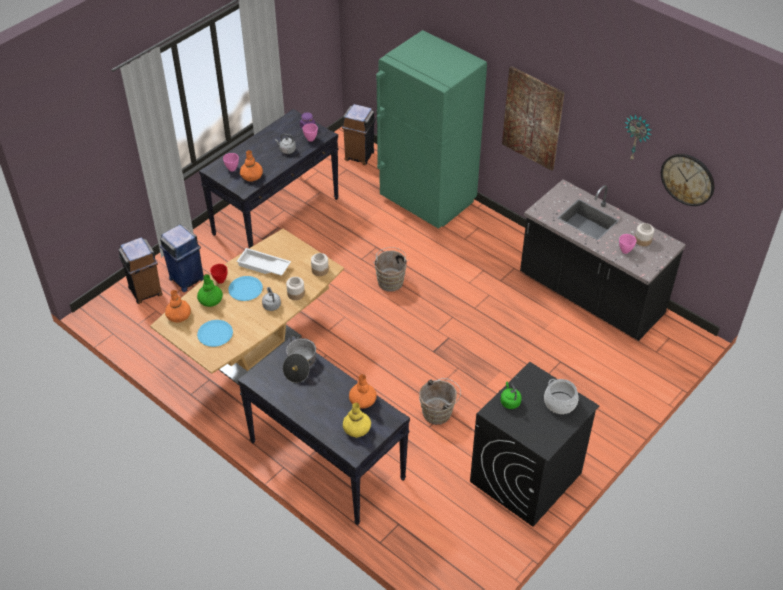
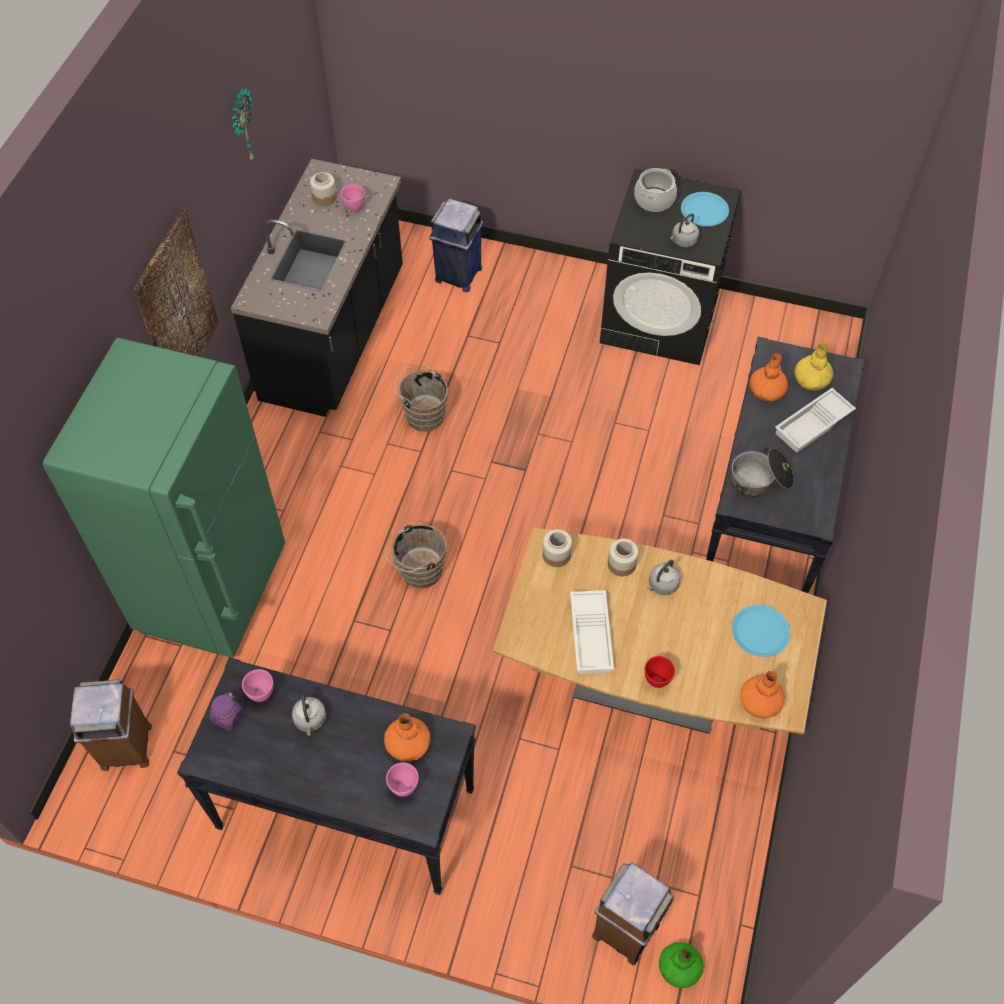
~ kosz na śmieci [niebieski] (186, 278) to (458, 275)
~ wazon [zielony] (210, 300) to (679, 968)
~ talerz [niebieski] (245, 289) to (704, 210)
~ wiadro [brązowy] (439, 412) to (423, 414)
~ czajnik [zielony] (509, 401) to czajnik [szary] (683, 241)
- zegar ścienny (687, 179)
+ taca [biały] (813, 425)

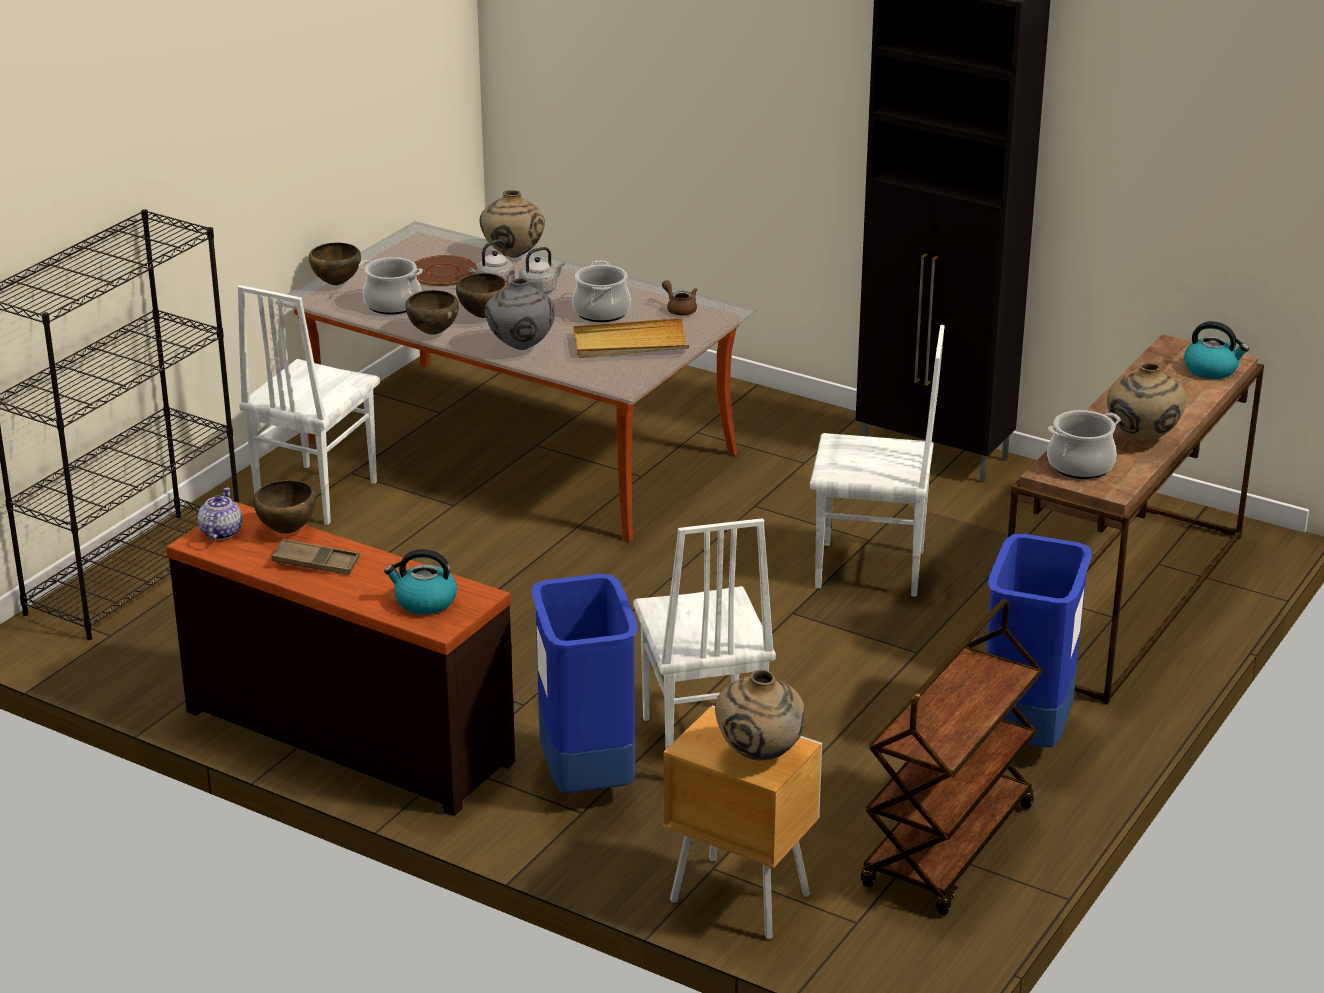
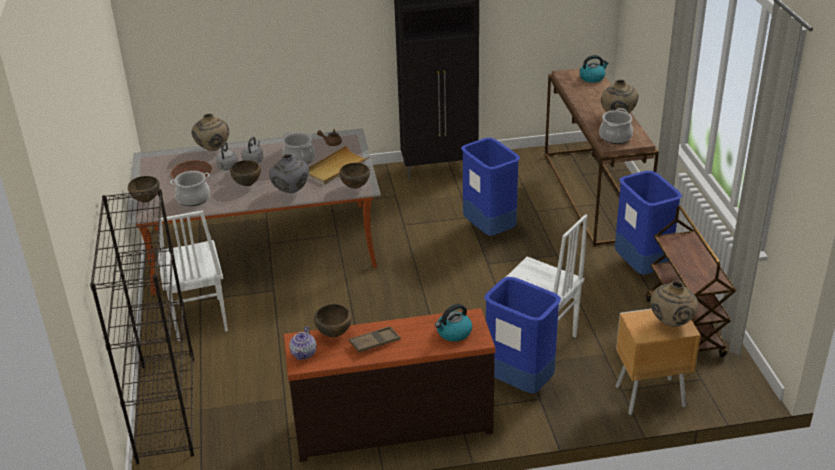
~ imbryk (220, 533) = (304, 353) 135 degrees counterclockwise
~ miska [brązowy] (433, 332) to (355, 187)
~ krzesło [biały] (870, 570) to kosz na śmieci [niebieski] (489, 229)

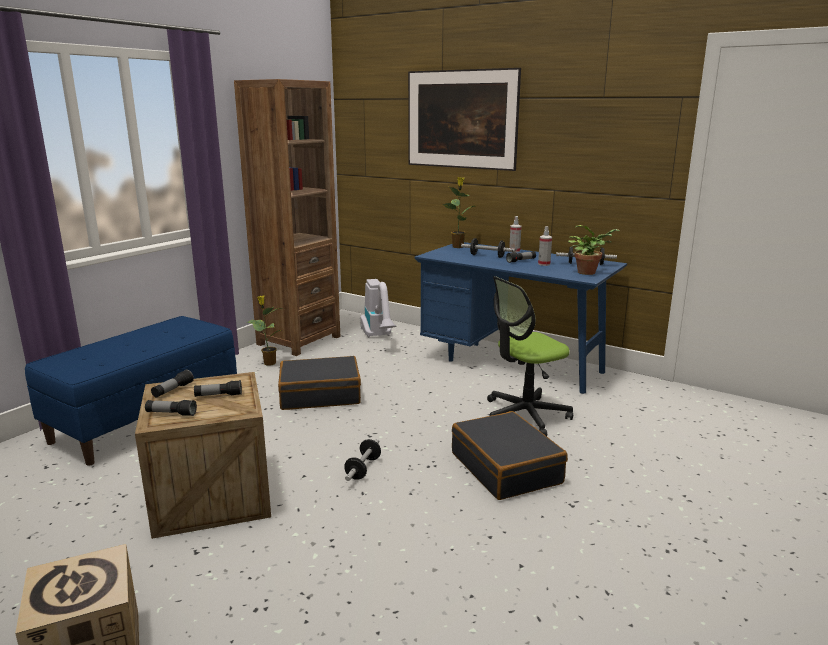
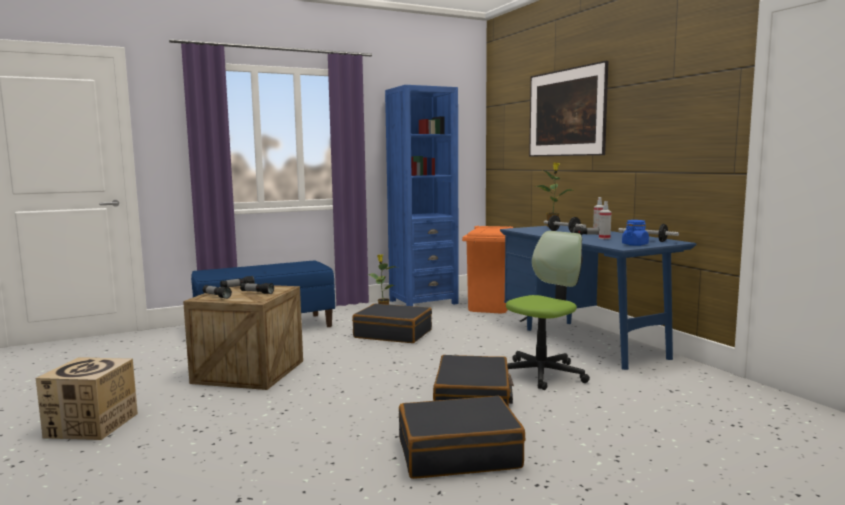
~ regał [brązowy] (298, 340) to regał [niebieski] (423, 302)
- hantel (363, 469)
~ odkurzacz (379, 337) to kosz na śmieci [pomarańczowy] (489, 307)
~ krzesło biurowe (525, 415) = (542, 374) 135 degrees clockwise
~ roślina doniczkowa (588, 272) to słoik [niebieski] (635, 244)
+ walizka [czarny] (458, 453)

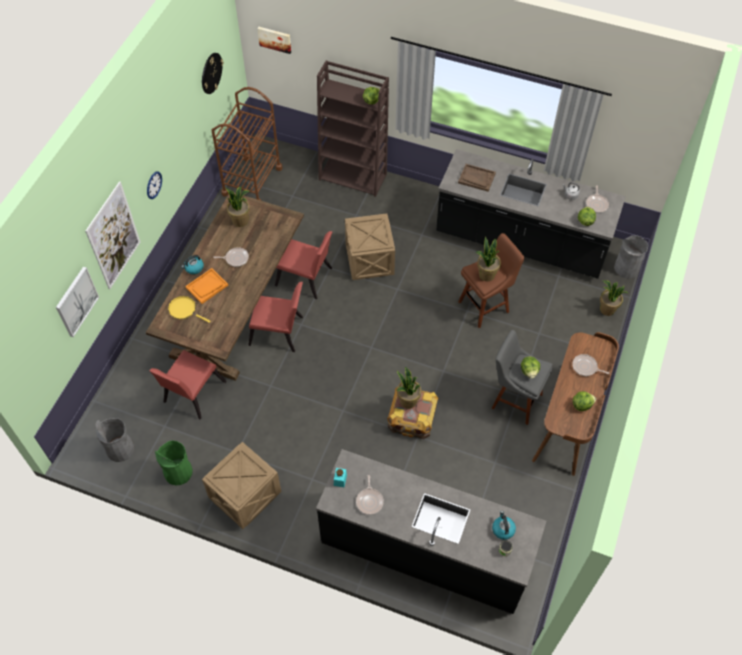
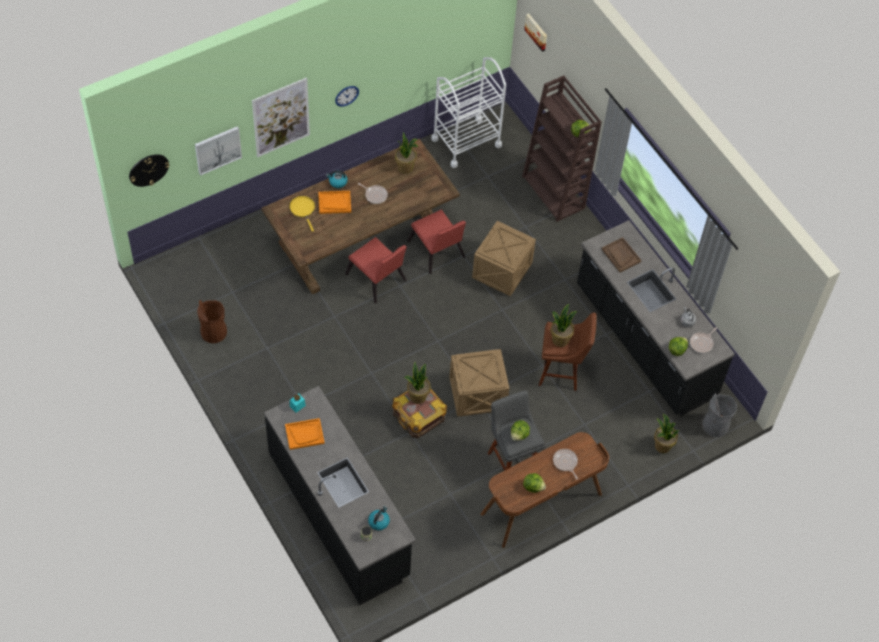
- kosz na śmieci [szary] (120, 449)
- krzesło [czerwony] (192, 394)
~ kosz na śmieci [zielony] (178, 472) to kosz na śmieci [brązowy] (213, 332)
~ zegar ścienny (211, 73) to (148, 169)
~ skrzynka (244, 496) to (476, 394)
~ wózek [brązowy] (252, 181) to wózek [biały] (466, 142)
~ patelnia (369, 501) to taca [pomarańczowy] (304, 434)

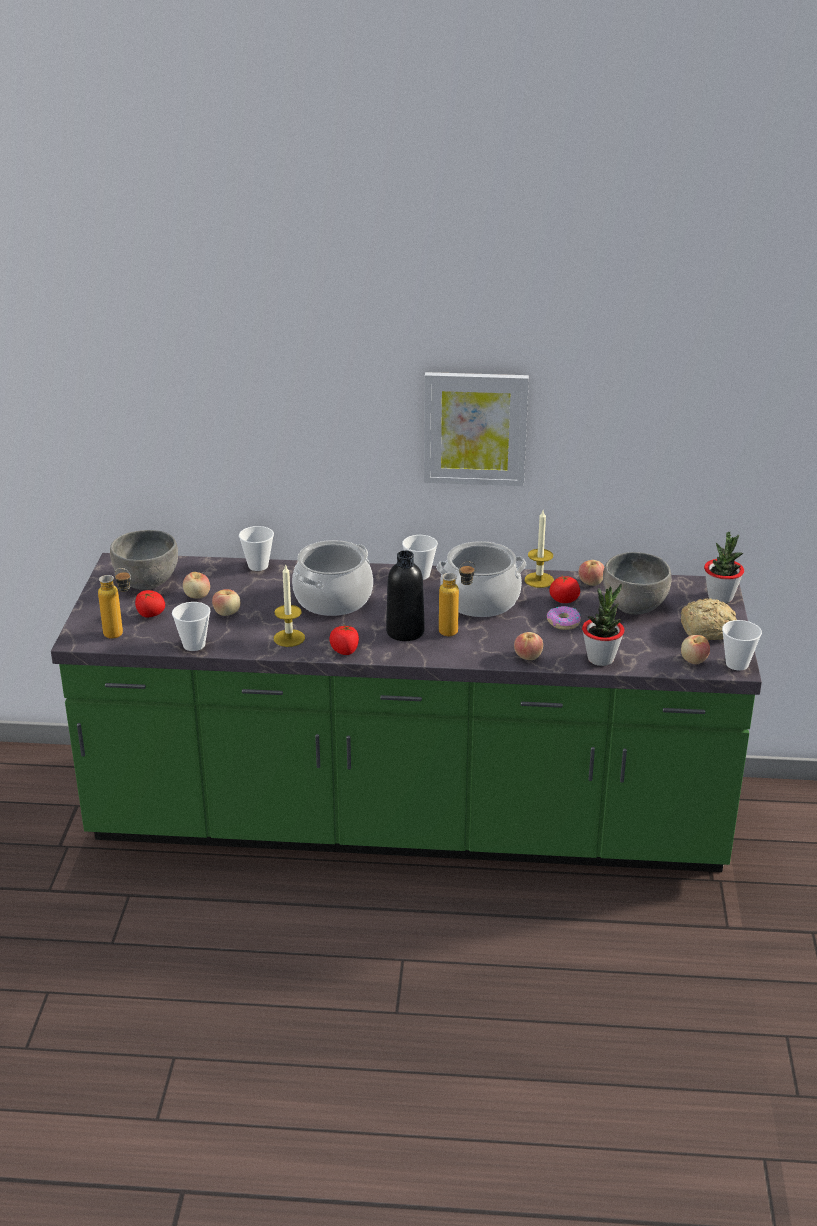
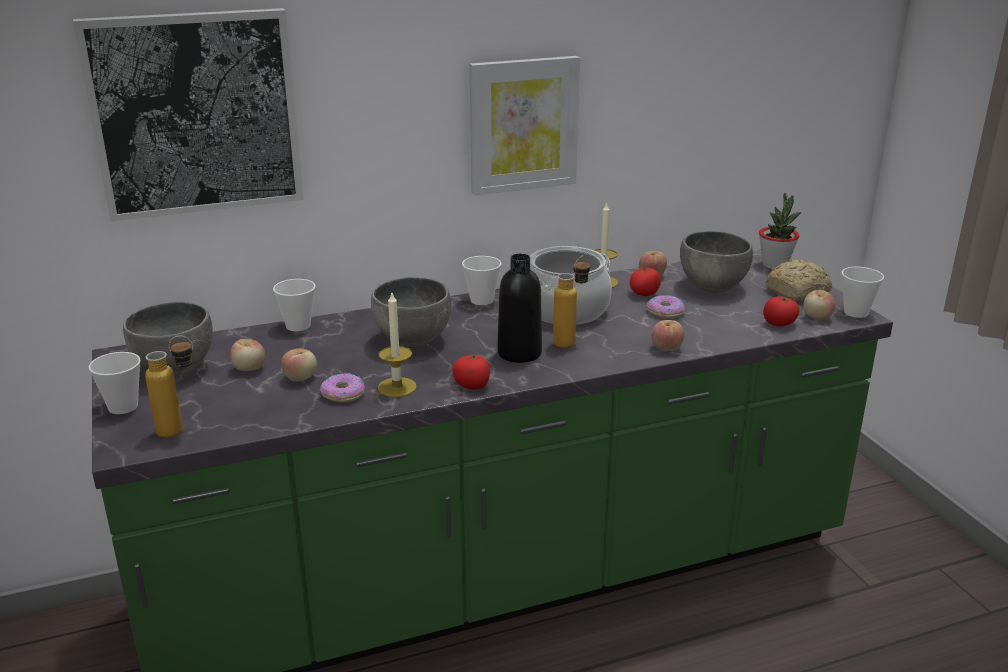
~ pomidor (150, 614) to (779, 324)
~ filiżanka (194, 645) to (123, 407)
~ garnek (333, 599) to miska [szary] (412, 340)
- roślina doniczkowa (601, 658)
+ obraz (195, 114)
+ donut (343, 394)

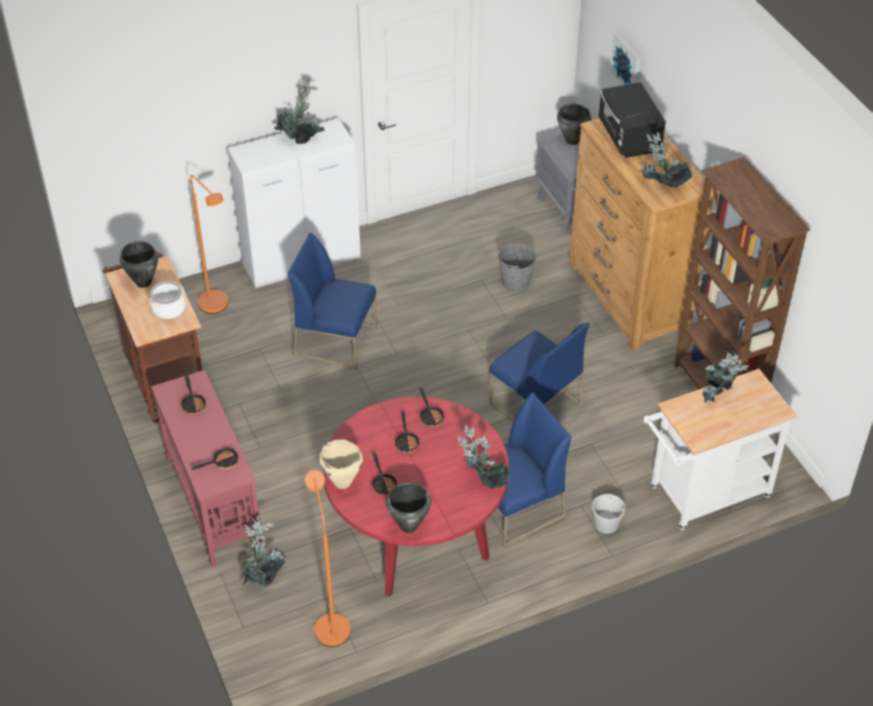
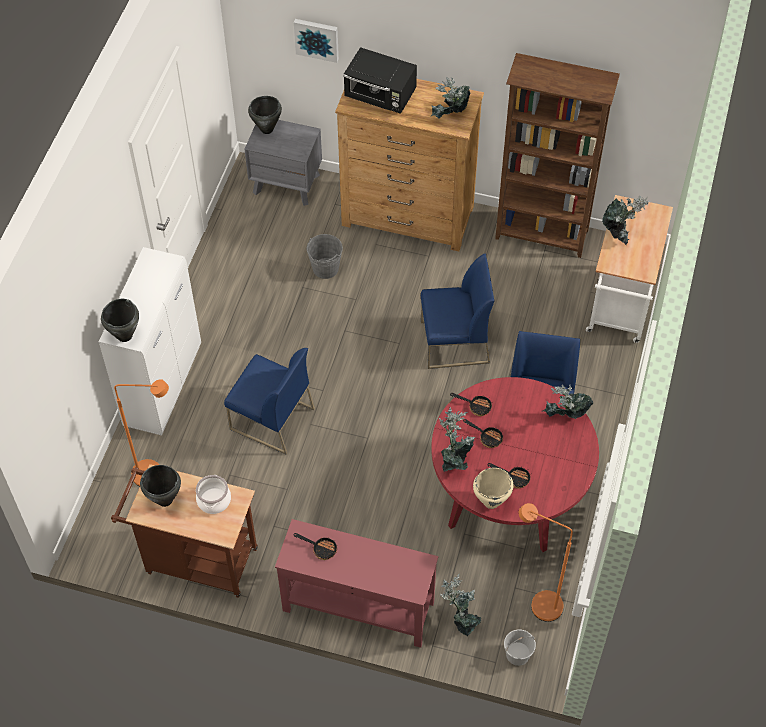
- patelnia (222, 462)
~ roślina doniczkowa (301, 138) to (455, 460)
~ krzesło [niebieski] (336, 340) = (271, 419) 120 degrees counterclockwise
~ garnek [czarny] (408, 525) to (124, 336)
~ wiadro [biały] (606, 523) to (517, 654)

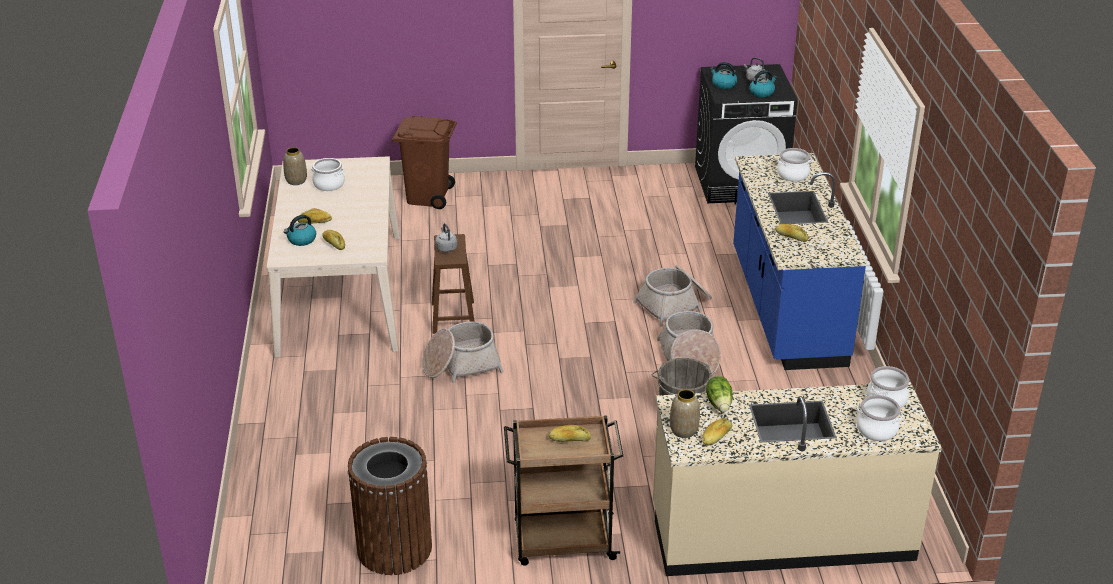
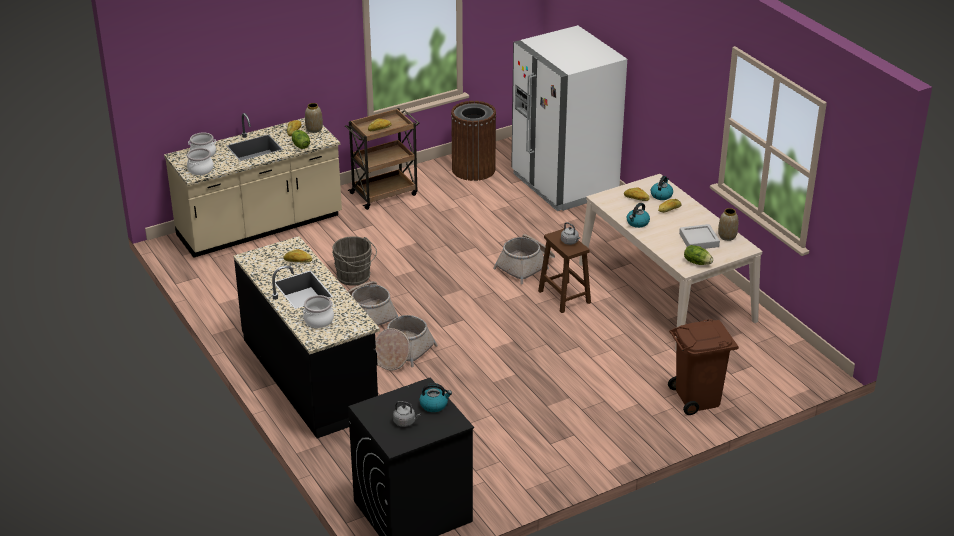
~ garnek (329, 184) to taca [szary] (699, 240)
~ zabudowa kuchenna [niebieski] (785, 307) to zabudowa kuchenna [czarny] (310, 376)
~ czajnik (762, 92) to (637, 223)
+ lodówka [biały] (564, 184)
+ sałata (697, 262)

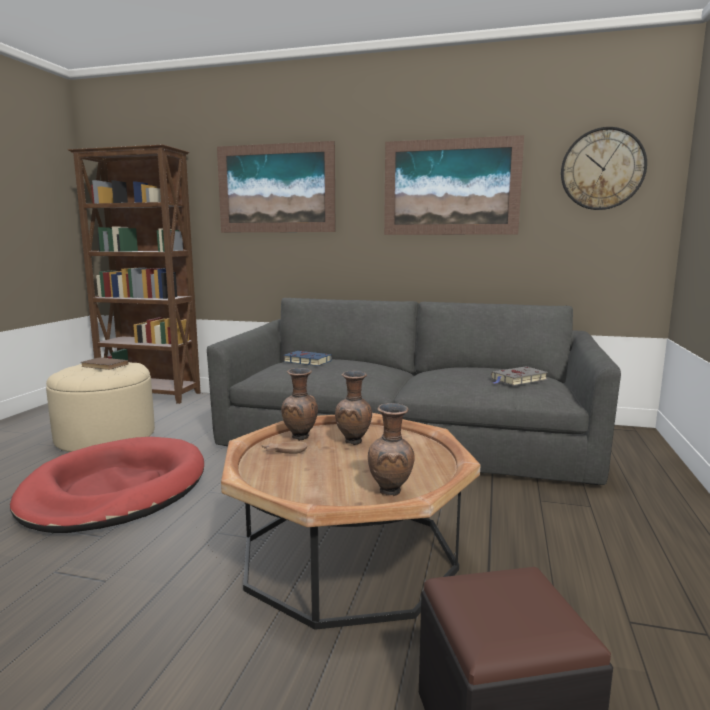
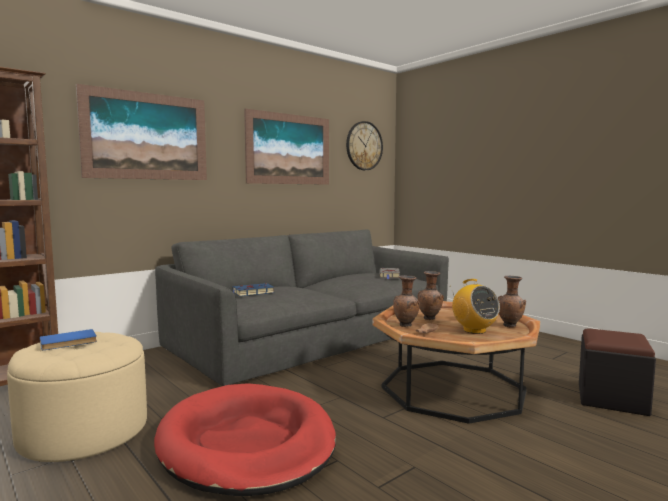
~ książka [brązowy] (103, 365) to książka [niebieski] (68, 342)
+ radio (474, 330)

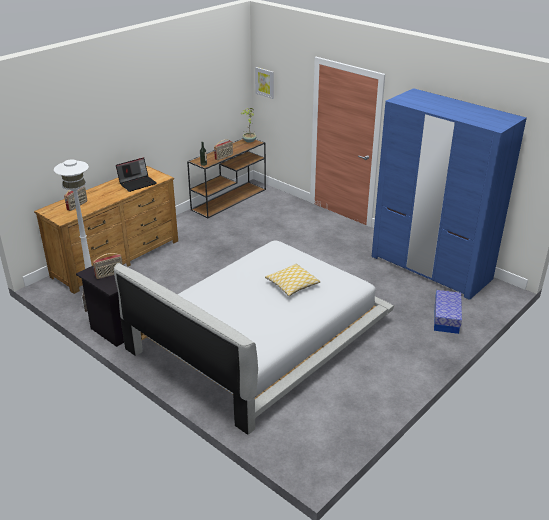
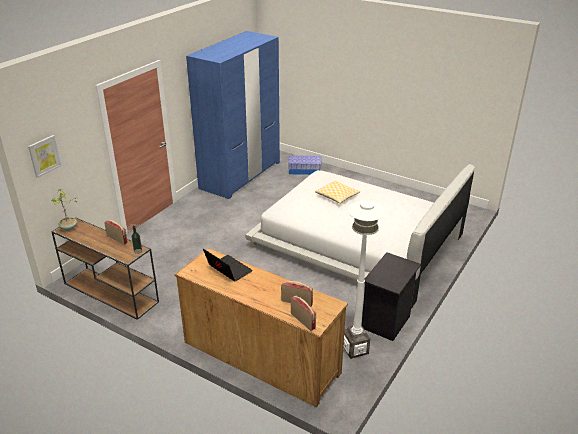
~ radio (109, 274) to (303, 321)

